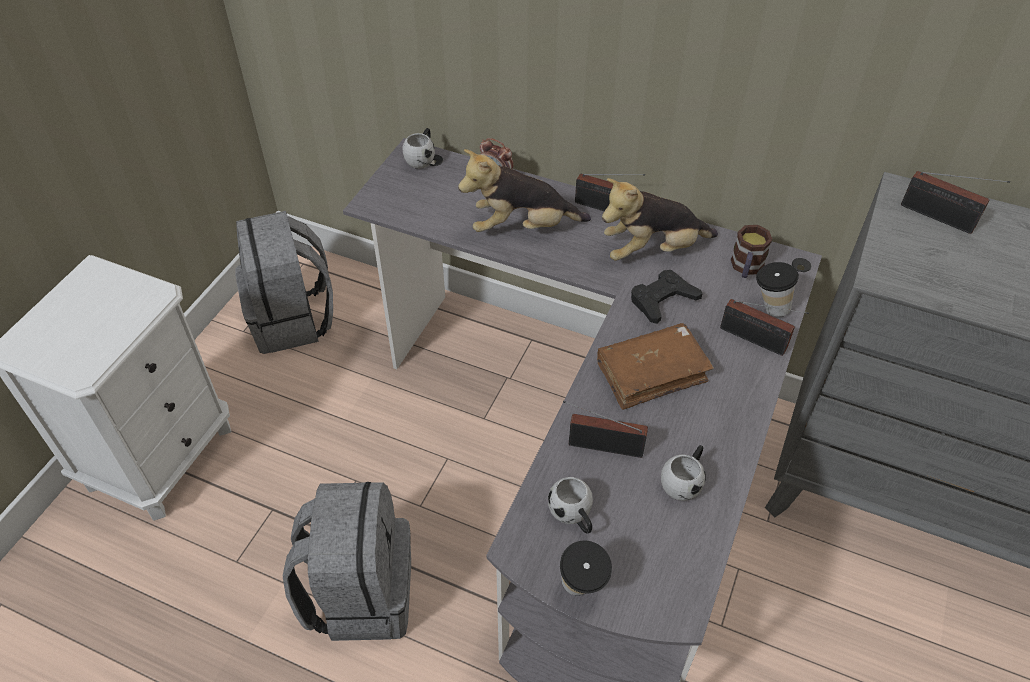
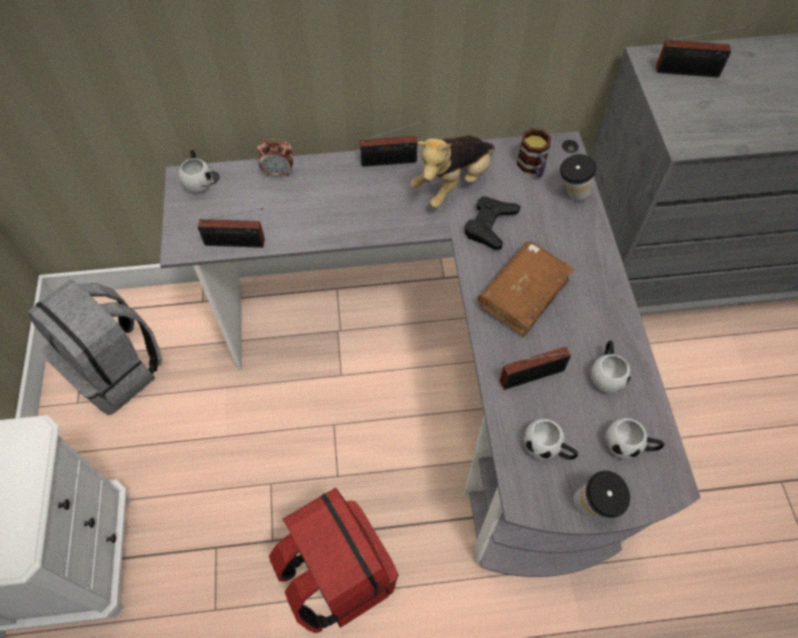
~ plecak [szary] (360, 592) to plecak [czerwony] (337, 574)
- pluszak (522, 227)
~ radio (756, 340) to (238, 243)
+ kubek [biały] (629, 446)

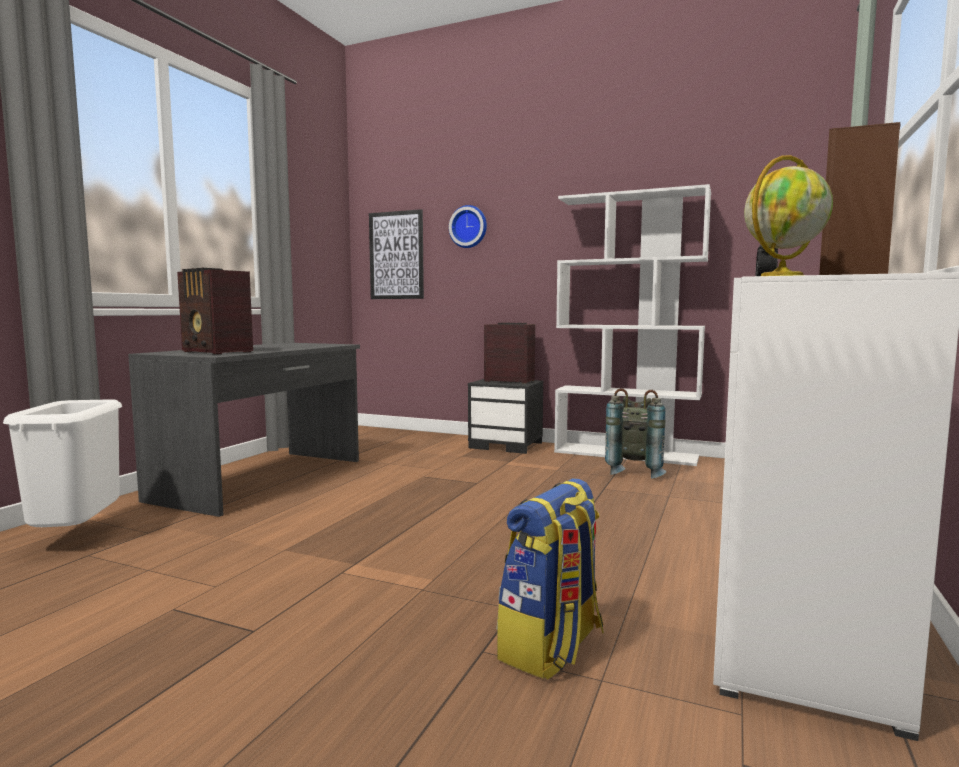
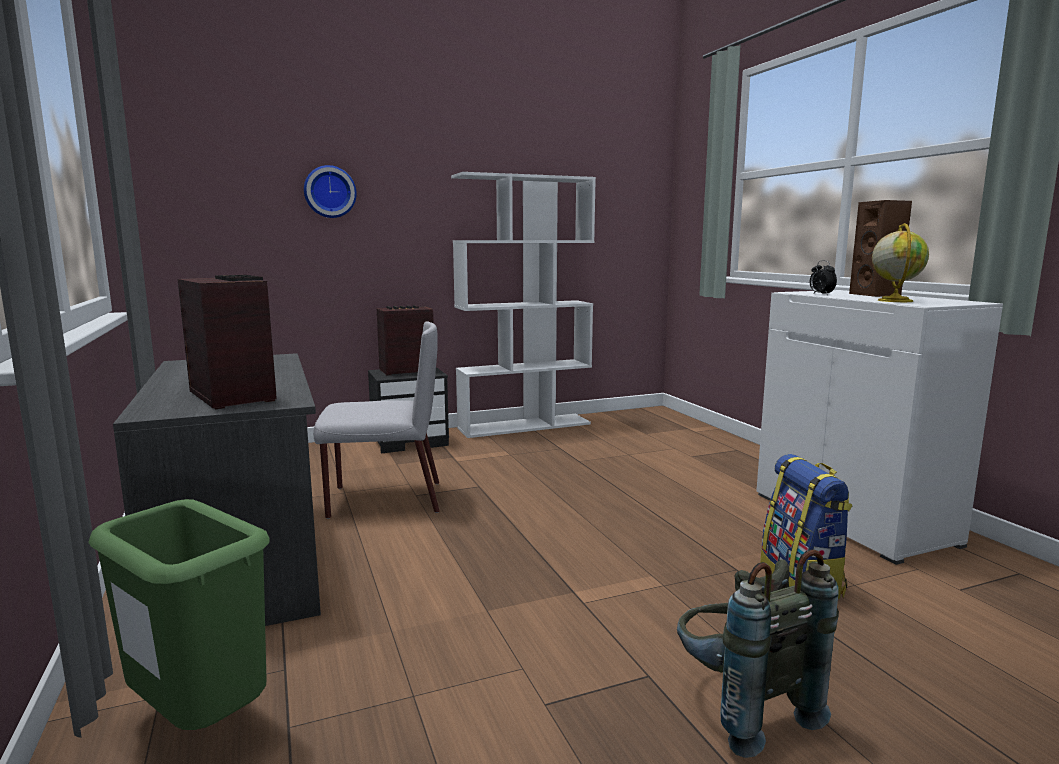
~ kosz na śmieci [biały] (76, 538) to kosz na śmieci [zielony] (198, 724)
~ radio (217, 352) = (233, 396) 120 degrees counterclockwise
- obraz (396, 255)
~ plecak [szary] (635, 471) to (740, 708)
+ krzesło [szary] (383, 500)

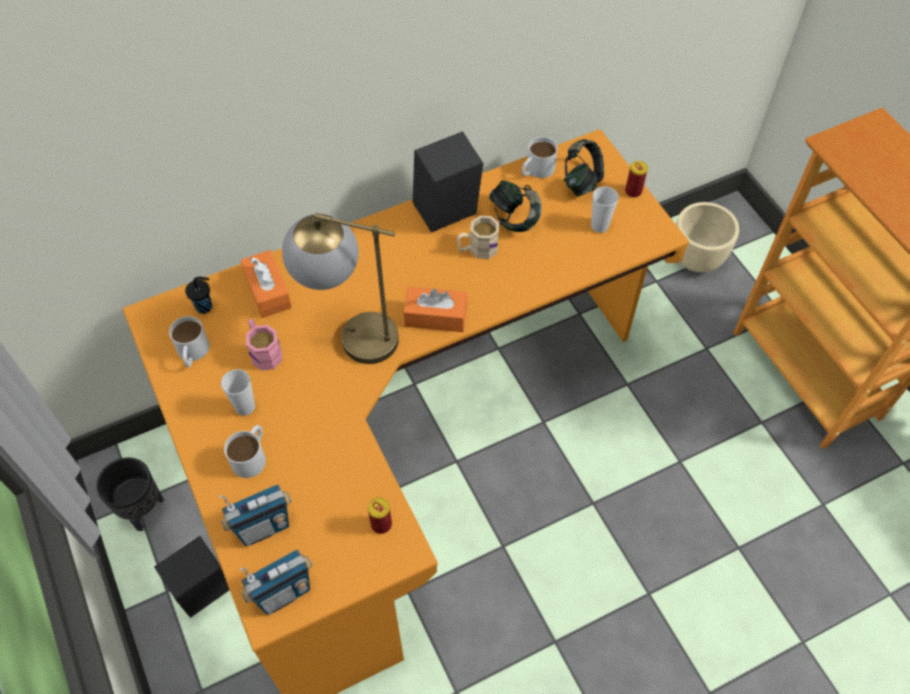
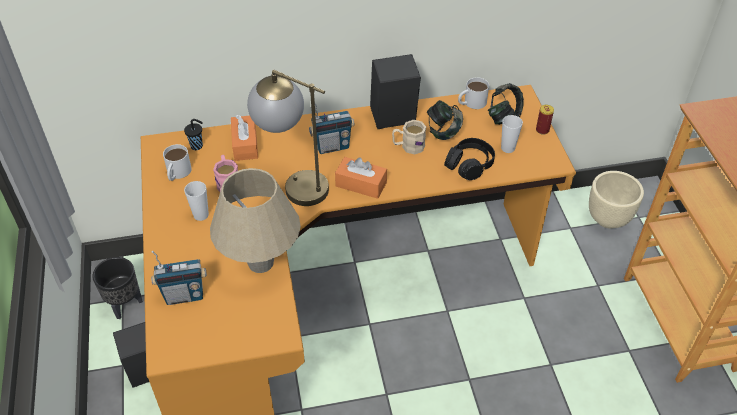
- kubek [biały] (252, 455)
~ radio (283, 593) to (332, 146)
- puszka (381, 524)
+ lampa stołowa [beżowy] (261, 263)
+ słuchawki [czarny] (469, 165)

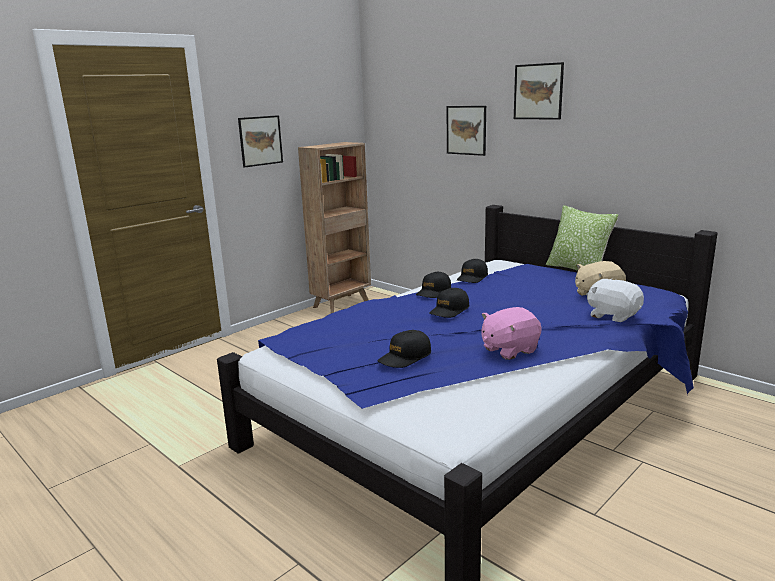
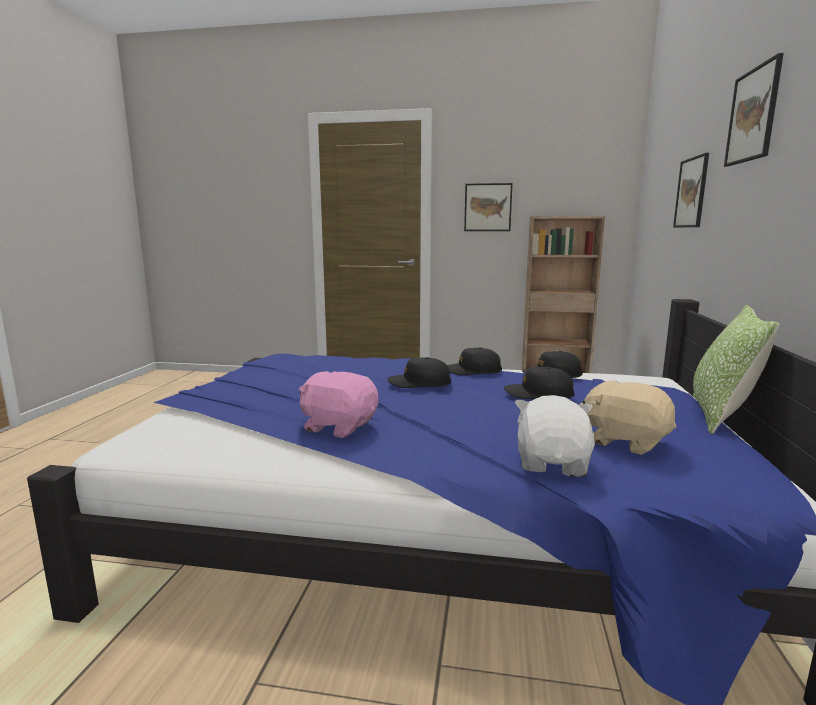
~ czapka z daszkiem [czarny] (405, 357) to (538, 394)

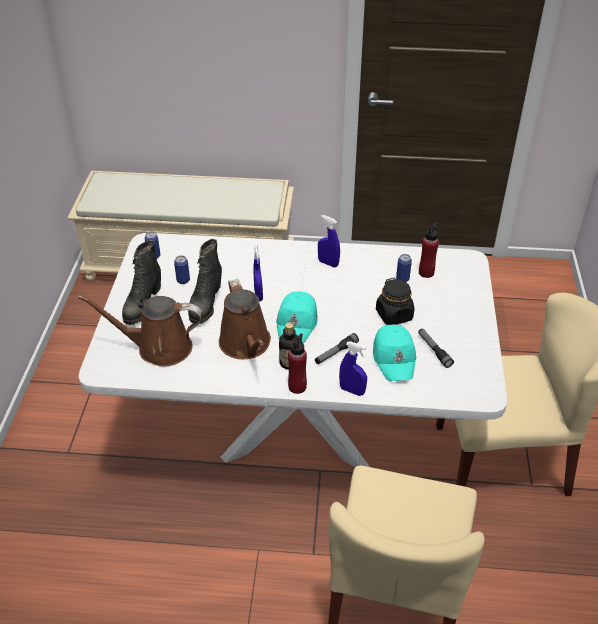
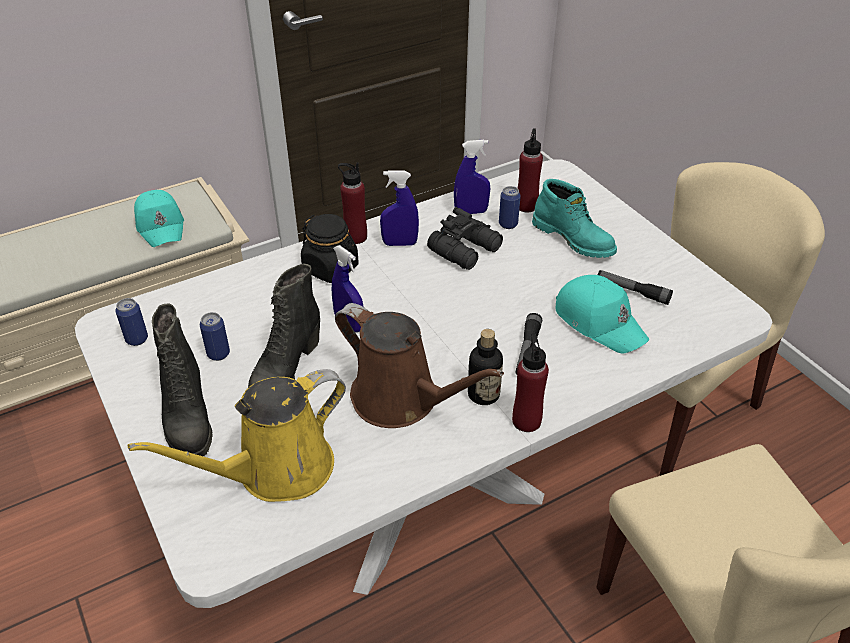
~ konewka [brązowy] (159, 348) to konewka [żółty] (276, 470)
~ but z cholewką [czarny] (205, 304) = (285, 371) 45 degrees clockwise
~ czapka z daszkiem [turkusowy] (297, 323) to (161, 225)
~ spryskiwacz [niebieski] (352, 390) to (471, 212)
~ słoik [czarny] (394, 315) to (331, 268)
+ butelka [czerwony] (355, 237)
+ lornetka [czarny] (467, 250)
+ but z cholewką [turkusowy] (574, 238)

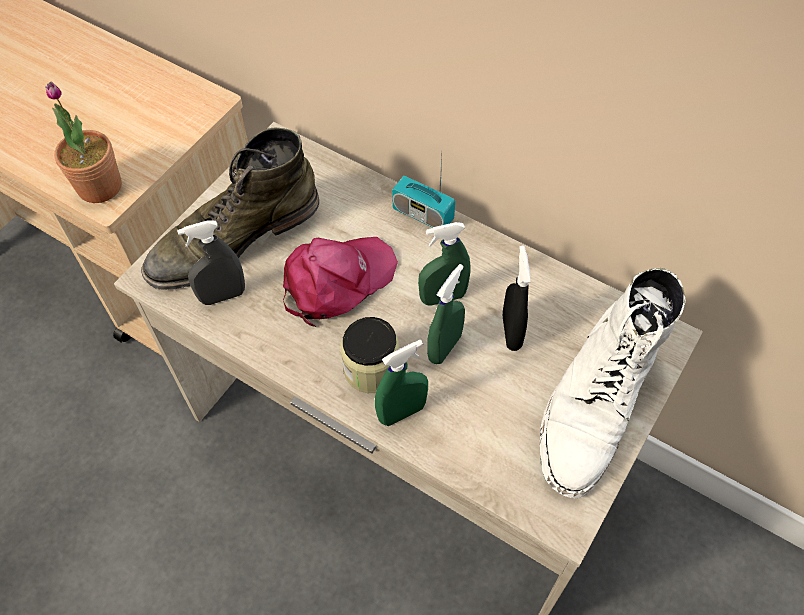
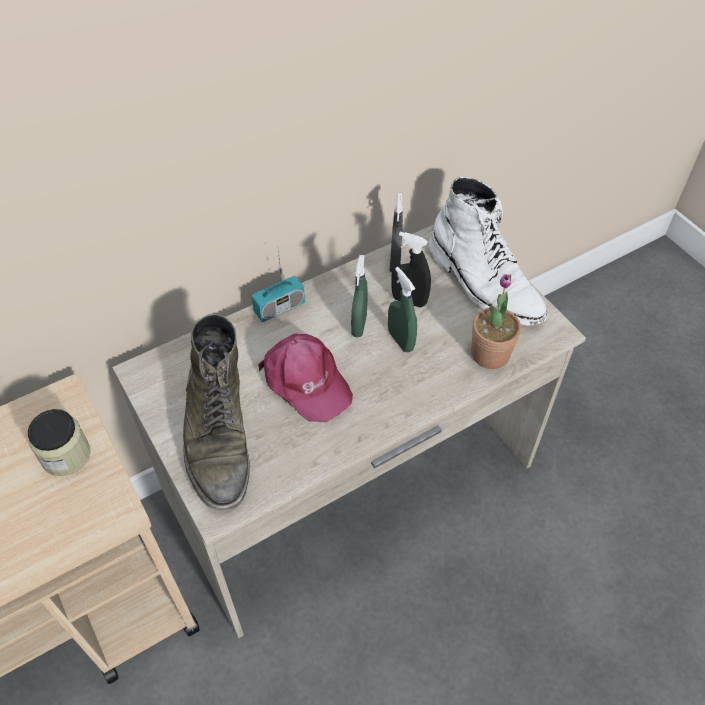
~ roślina doniczkowa (100, 186) to (490, 354)
~ spryskiwacz [szary] (223, 296) to (395, 263)
~ czapka z daszkiem [różowy] (337, 281) = (306, 381) 150 degrees clockwise
~ słoik (371, 369) to (66, 455)
- spryskiwacz [zielony] (402, 412)

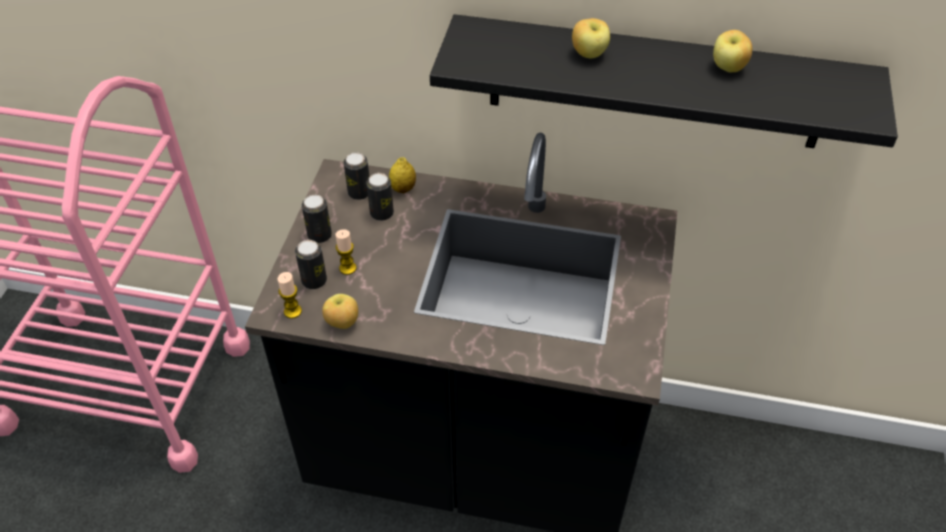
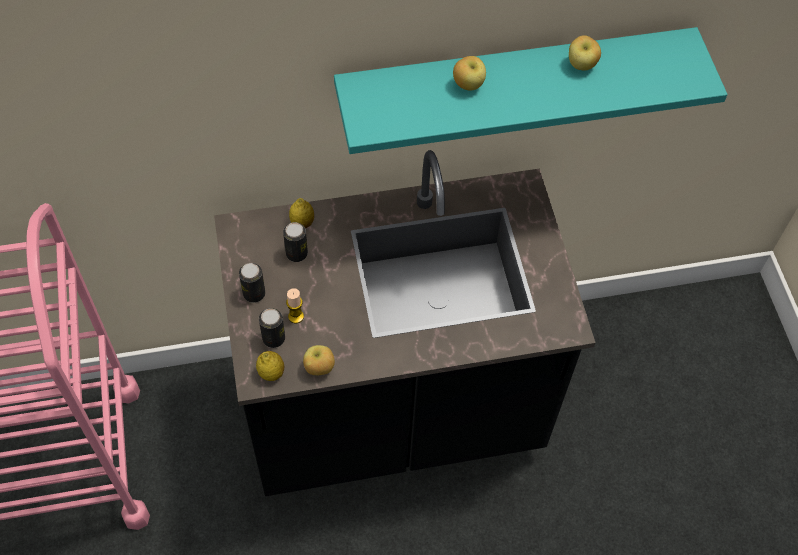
~ świeca (292, 311) to cytryna (271, 373)
- puszka (359, 193)
~ półka [czarny] (656, 83) to półka [turkusowy] (513, 81)

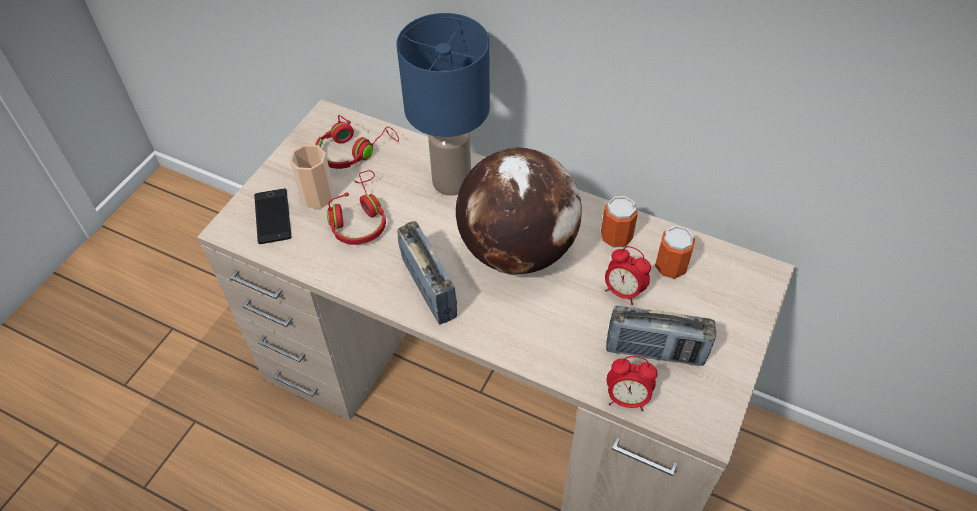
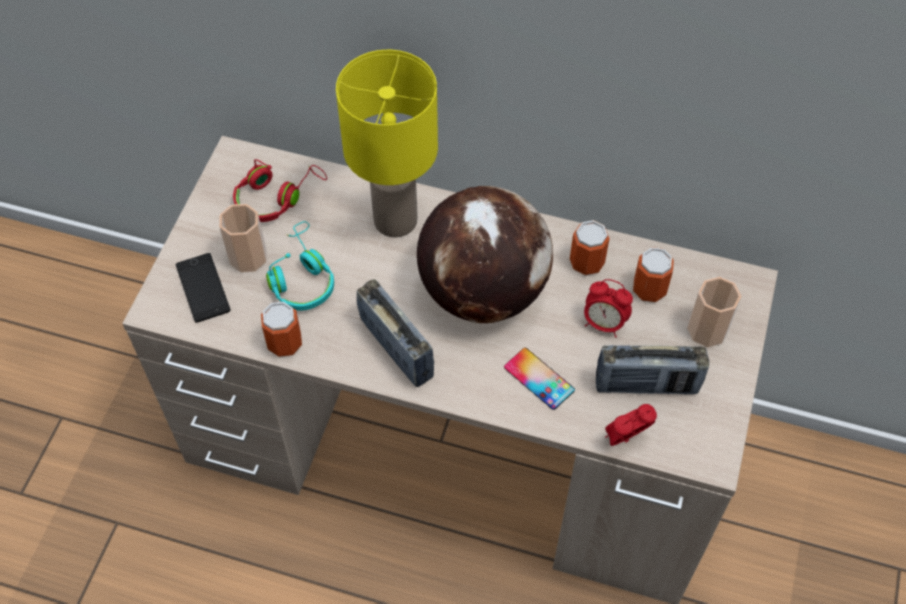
~ słuchawki [czerwony] (359, 218) to słuchawki [turkusowy] (301, 277)
~ lampa stołowa [niebieski] (452, 182) to lampa stołowa [żółty] (396, 221)
~ budzik (627, 398) = (625, 439) 150 degrees clockwise
+ puszka (284, 343)
+ telefon (539, 378)
+ filiżanka (707, 330)

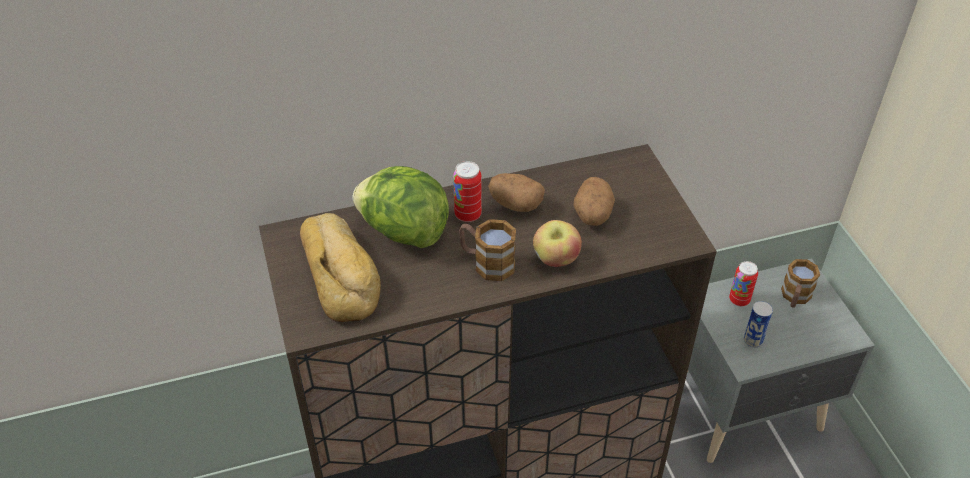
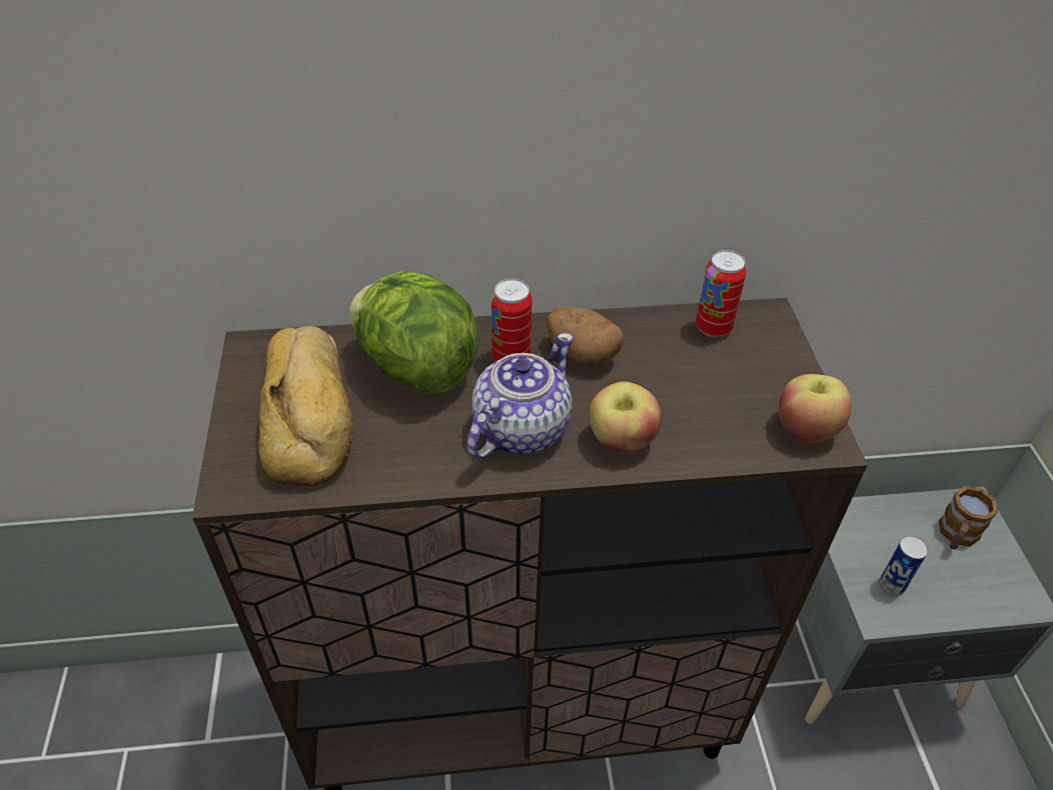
~ kubek (487, 263) to imbryk (519, 429)
- ziemniak (592, 215)
~ puszka (739, 300) to (713, 328)
+ jabłko (806, 428)

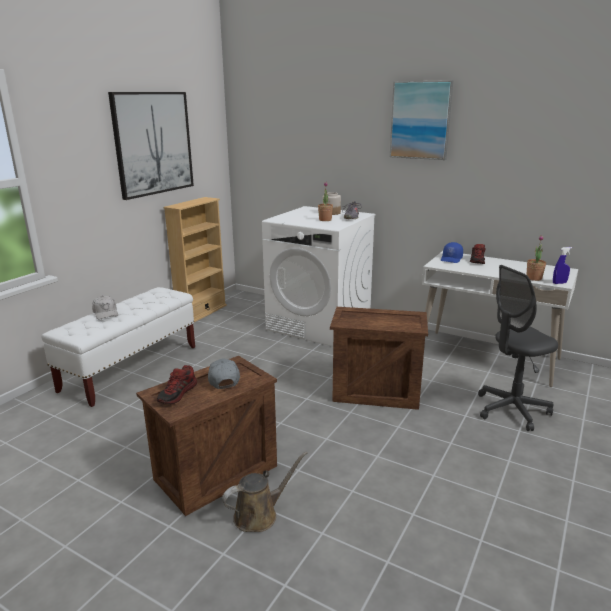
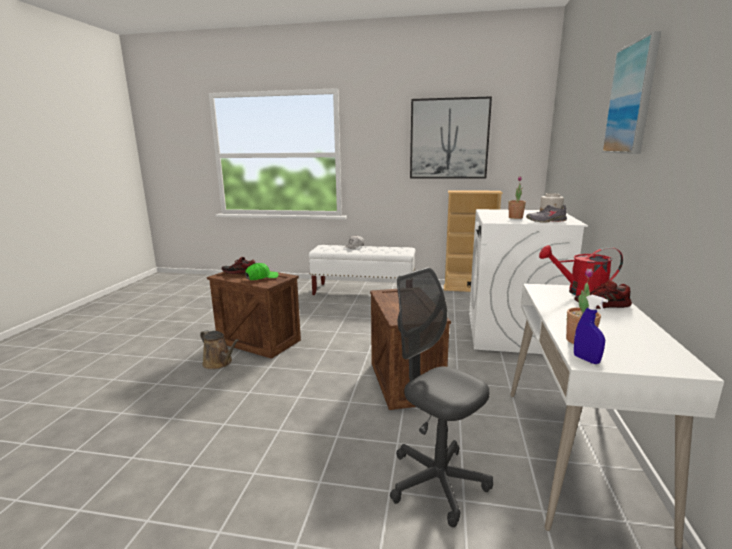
~ czapka z daszkiem [szary] (223, 379) to czapka z daszkiem [zielony] (261, 277)
~ czapka z daszkiem [niebieski] (451, 259) to konewka [czerwony] (580, 292)

